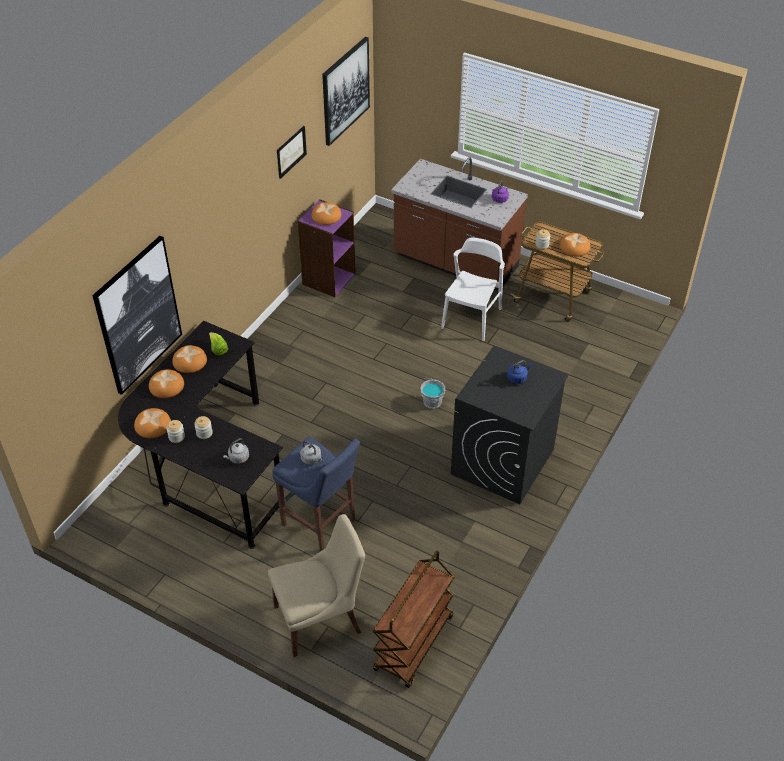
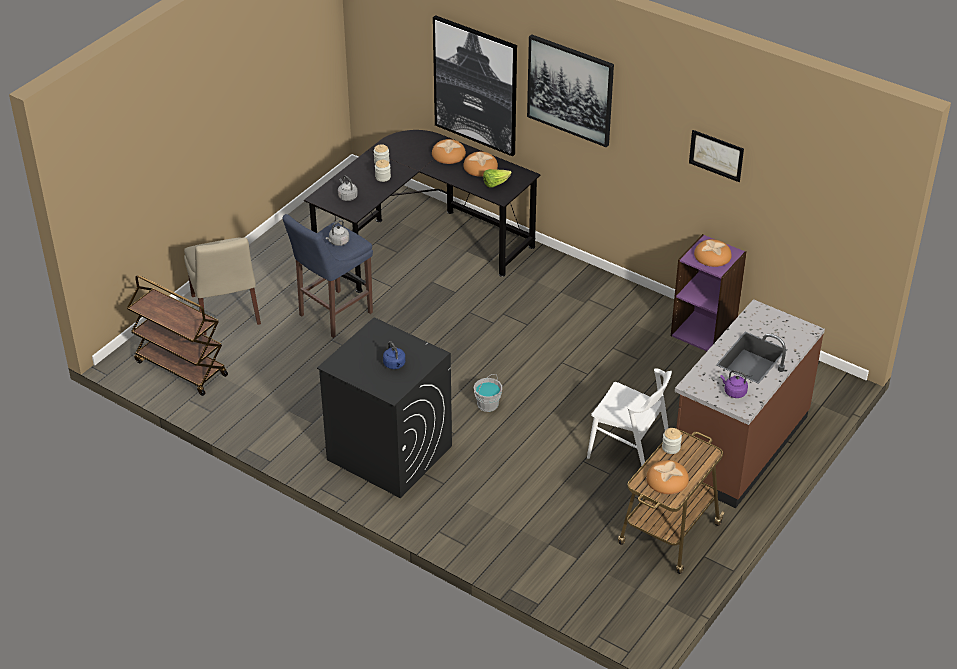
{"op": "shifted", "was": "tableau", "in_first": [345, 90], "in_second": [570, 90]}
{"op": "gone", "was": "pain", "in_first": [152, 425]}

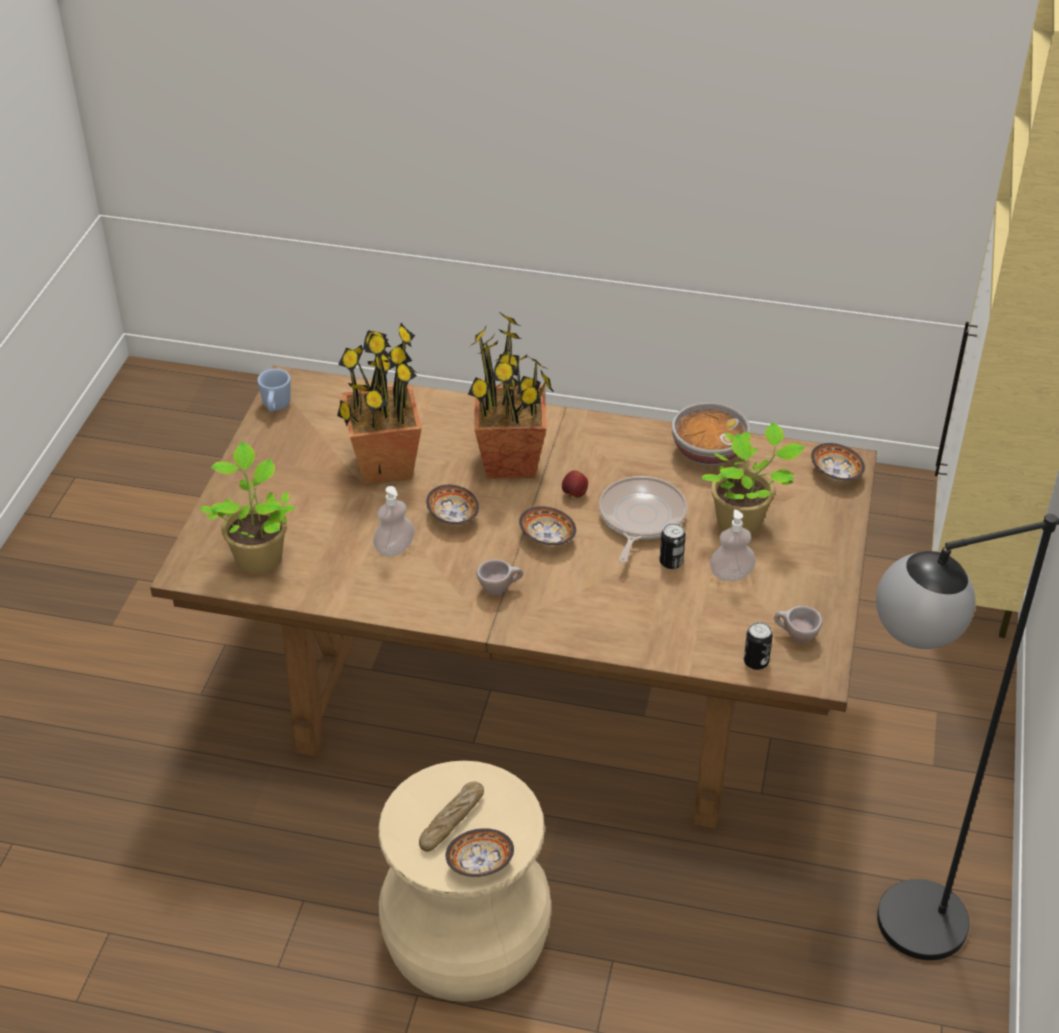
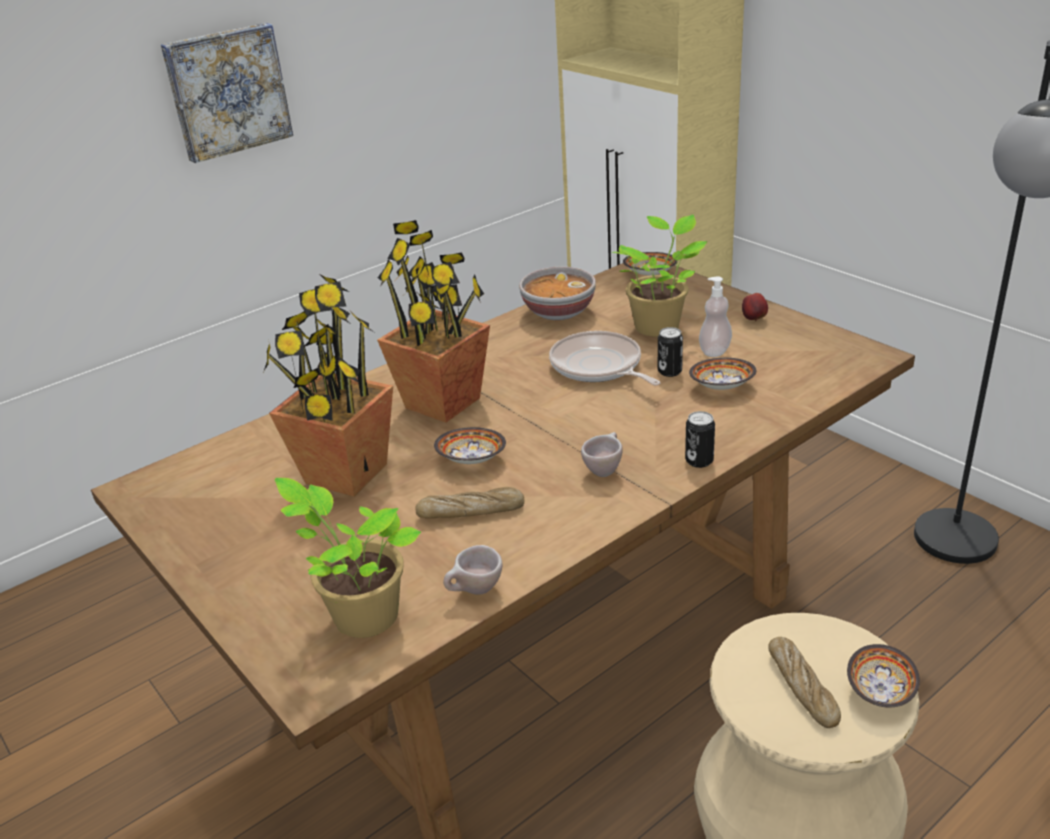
{"op": "new", "now": "tableau", "in_second": [227, 91]}
{"op": "swapped", "was": "distributeur de savon", "now": "pain", "in_first": [394, 548], "in_second": [471, 512]}
{"op": "shifted", "was": "tasse/beige", "in_first": [795, 637], "in_second": [474, 592]}
{"op": "shifted", "was": "boîte métallique", "in_first": [756, 662], "in_second": [699, 461]}
{"op": "shifted", "was": "bol", "in_first": [547, 539], "in_second": [723, 387]}
{"op": "shifted", "was": "pomme", "in_first": [574, 494], "in_second": [754, 319]}
{"op": "gone", "was": "mug/bleu", "in_first": [276, 407]}

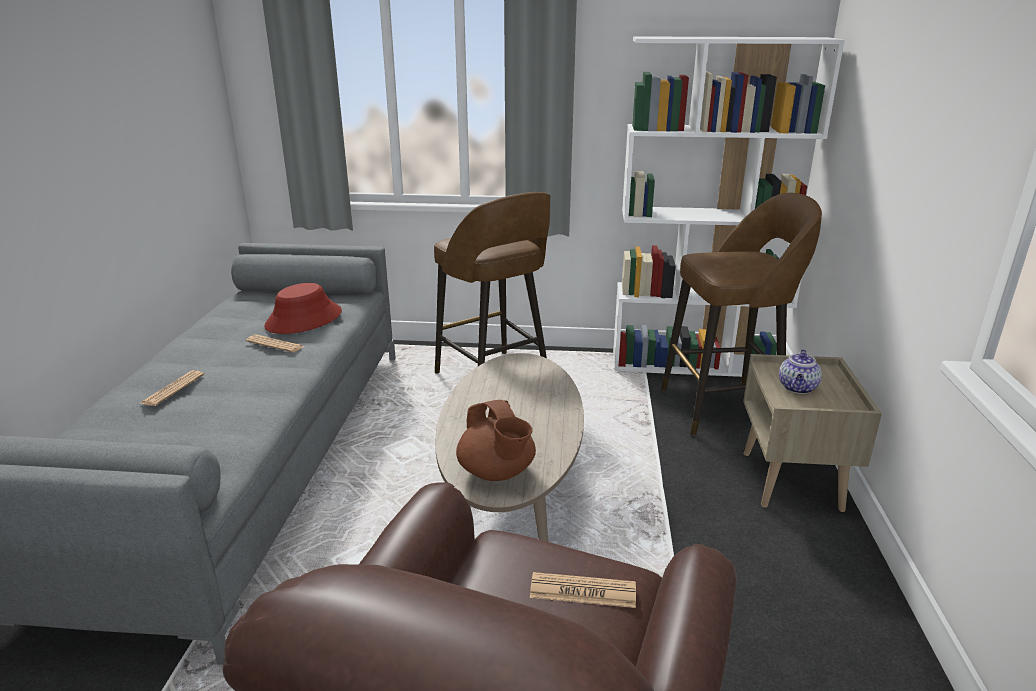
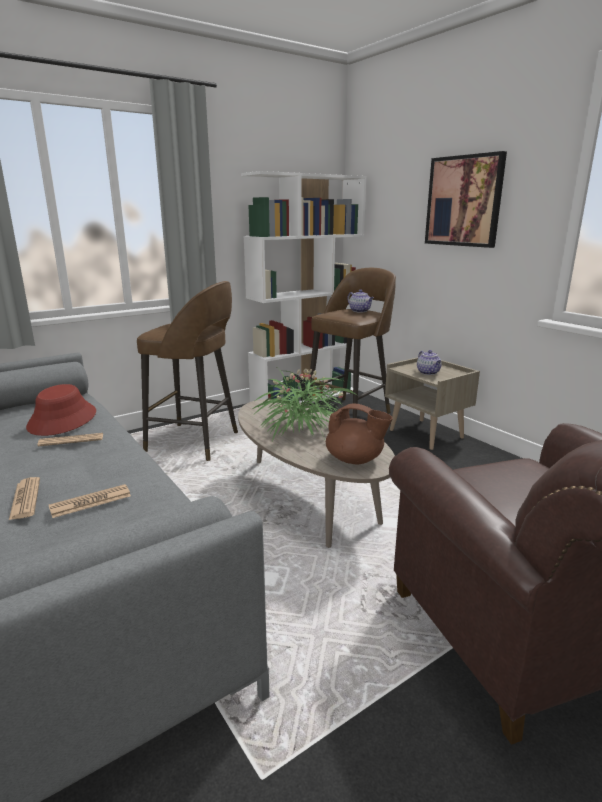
{"op": "shifted", "was": "journal", "in_first": [583, 591], "in_second": [90, 502]}
{"op": "new", "now": "plante en pot", "in_second": [302, 427]}
{"op": "new", "now": "théière", "in_second": [360, 311]}
{"op": "new", "now": "tableau", "in_second": [464, 201]}

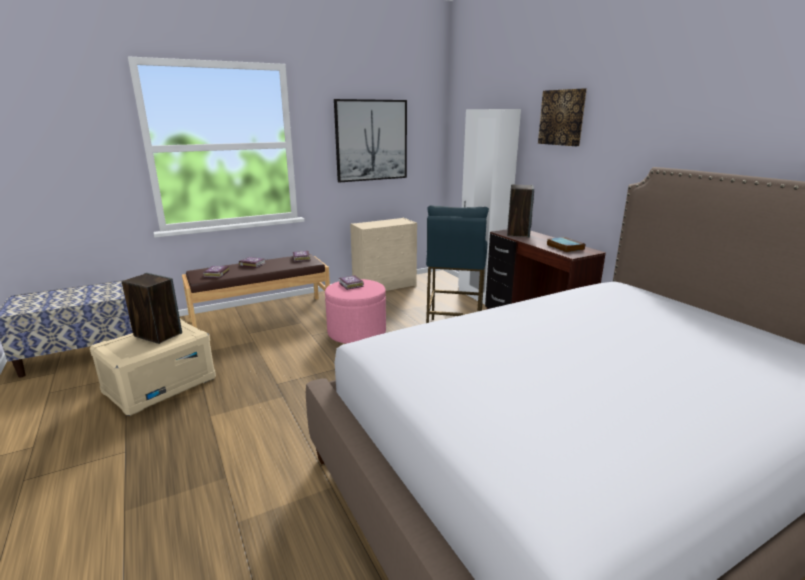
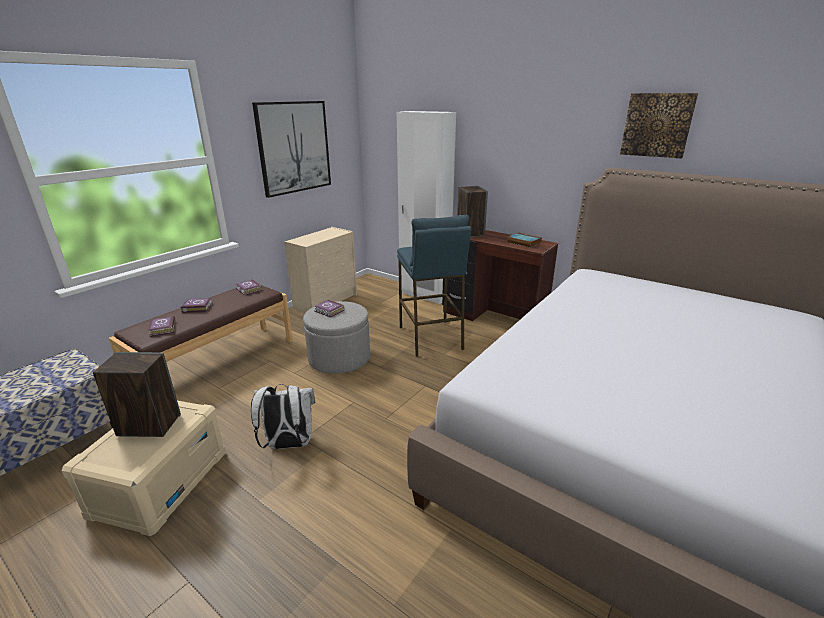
{"op": "new", "now": "sac à dos/blanc", "in_second": [288, 444]}
{"op": "repainted", "was": "pouf/rose", "now": "pouf/gris", "in_first": [357, 332], "in_second": [339, 358]}
{"op": "shifted", "was": "tableau", "in_first": [562, 117], "in_second": [657, 125]}

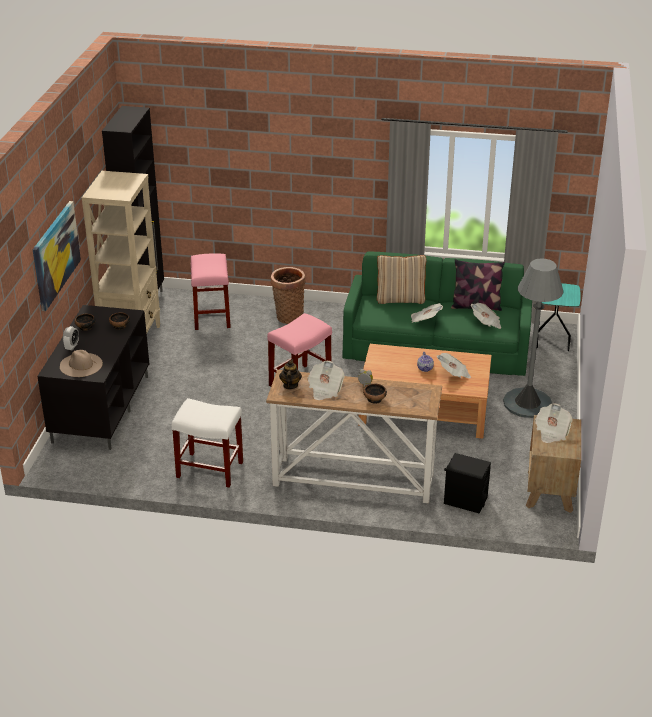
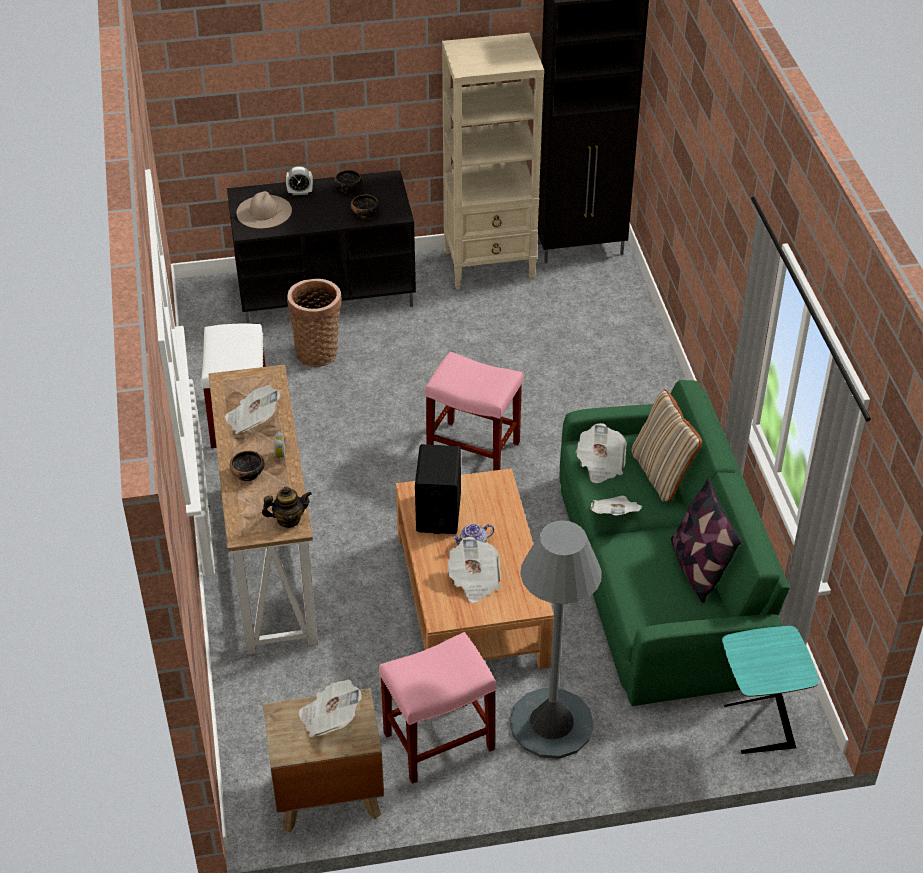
{"op": "shifted", "was": "théière", "in_first": [290, 385], "in_second": [288, 520]}
{"op": "shifted", "was": "panier", "in_first": [288, 316], "in_second": [318, 351]}
{"op": "shifted", "was": "tabouret/rose", "in_first": [212, 317], "in_second": [437, 742]}
{"op": "shifted", "was": "enceinte/noir", "in_first": [465, 501], "in_second": [438, 512]}
{"op": "shifted", "was": "journal", "in_first": [486, 323], "in_second": [600, 464]}
{"op": "gone", "was": "tableau", "in_first": [55, 254]}

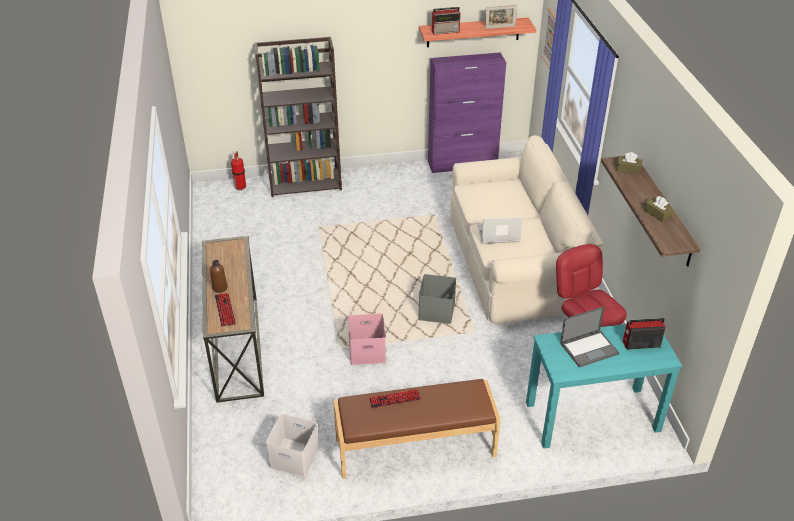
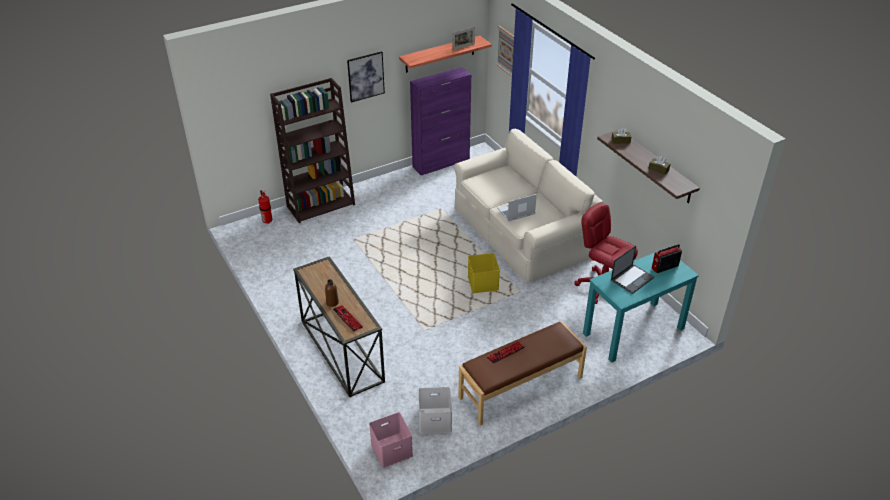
{"op": "new", "now": "tableau", "in_second": [365, 76]}
{"op": "shifted", "was": "boîte de rangement/rose", "in_first": [366, 352], "in_second": [391, 451]}
{"op": "repainted", "was": "boîte de rangement/gris", "now": "boîte de rangement/jaune", "in_first": [436, 310], "in_second": [482, 283]}
{"op": "gone", "was": "radio", "in_first": [446, 31]}

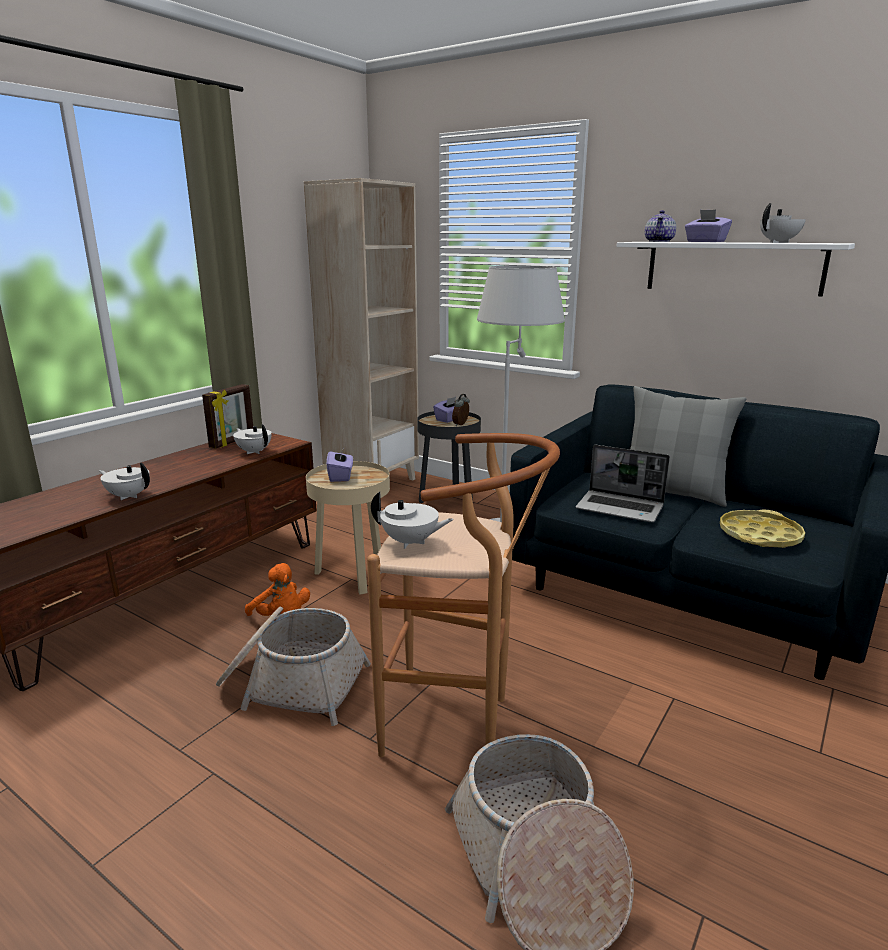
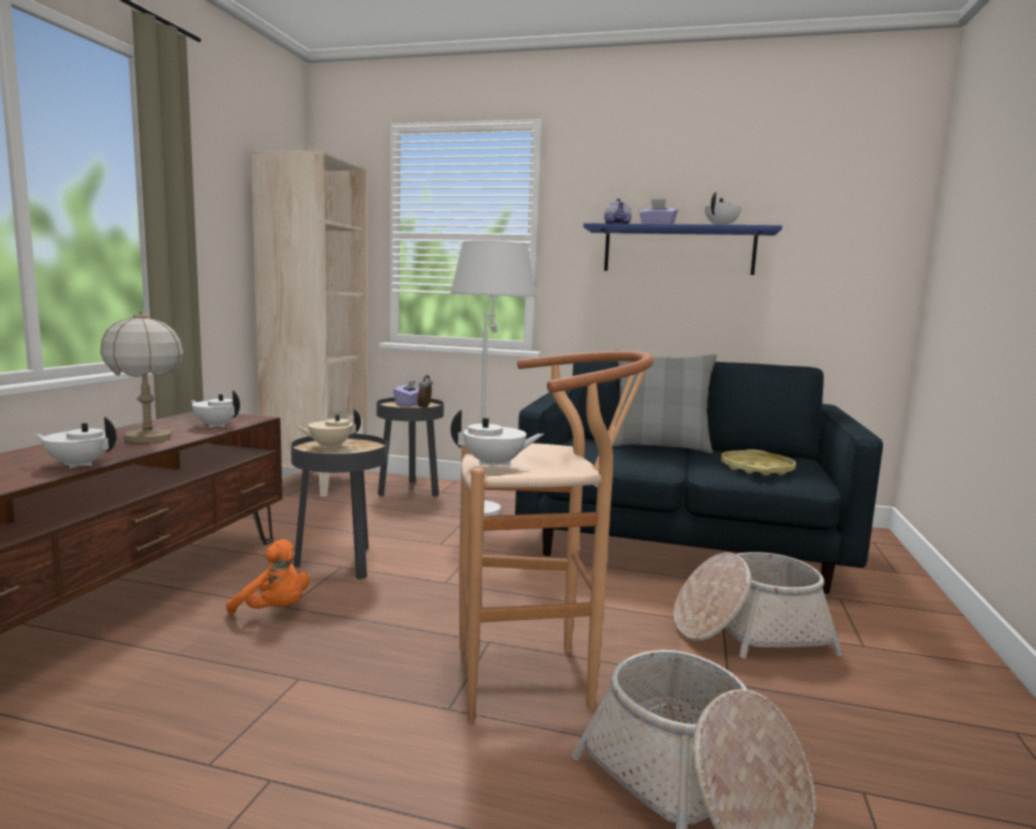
{"op": "new", "now": "lampe de table", "in_second": [149, 438]}
{"op": "repainted", "was": "table d'appoint/beige", "now": "table d'appoint/noir", "in_first": [353, 575], "in_second": [341, 563]}
{"op": "swapped", "was": "boîte à mouchoirs/violet", "now": "théière/beige", "in_first": [341, 476], "in_second": [330, 446]}
{"op": "repainted", "was": "étagère/blanc", "now": "étagère/bleu", "in_first": [733, 267], "in_second": [678, 251]}
{"op": "shifted", "was": "panier", "in_first": [292, 683], "in_second": [748, 631]}
{"op": "gone", "was": "cadre photo", "in_first": [233, 442]}
{"op": "gone", "was": "ordinateur portable", "in_first": [621, 508]}

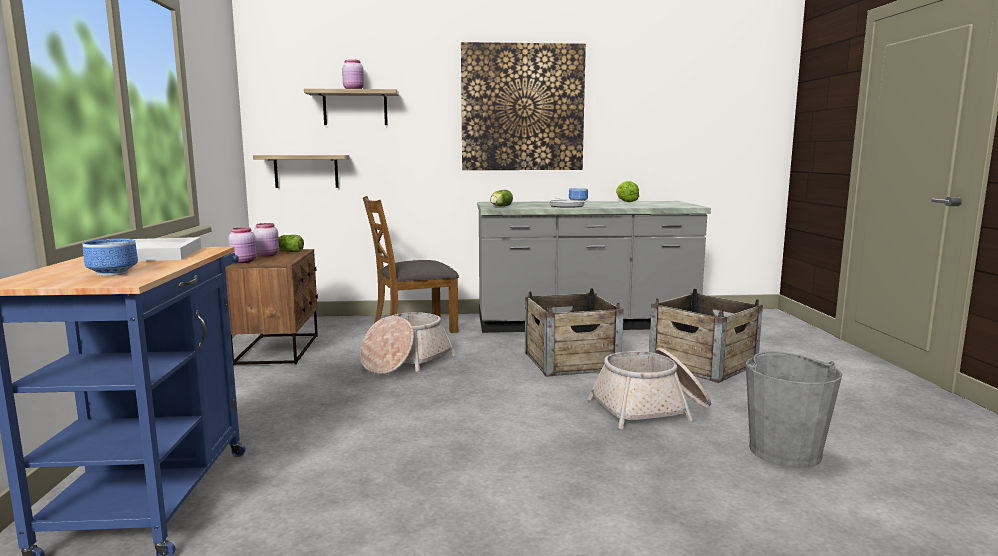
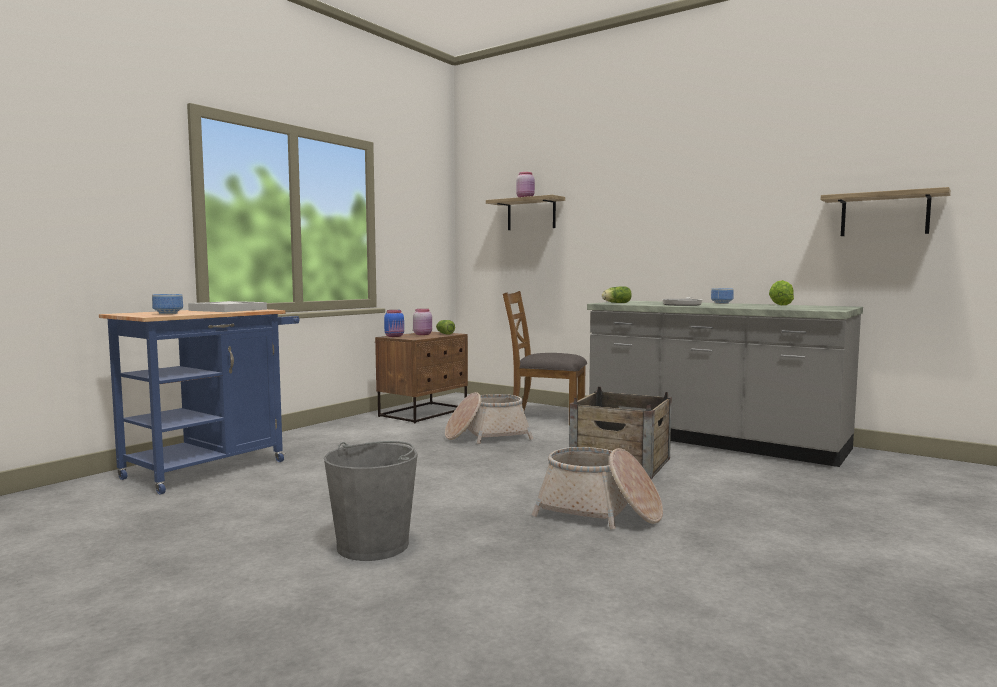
{"op": "shifted", "was": "seau/gris", "in_first": [784, 451], "in_second": [373, 545]}
{"op": "repainted", "was": "bocal/rose", "now": "bocal/bleu", "in_first": [244, 261], "in_second": [395, 336]}
{"op": "shifted", "was": "étagère", "in_first": [306, 171], "in_second": [884, 214]}
{"op": "gone", "was": "tableau", "in_first": [522, 108]}
{"op": "gone", "was": "caisse", "in_first": [703, 363]}

